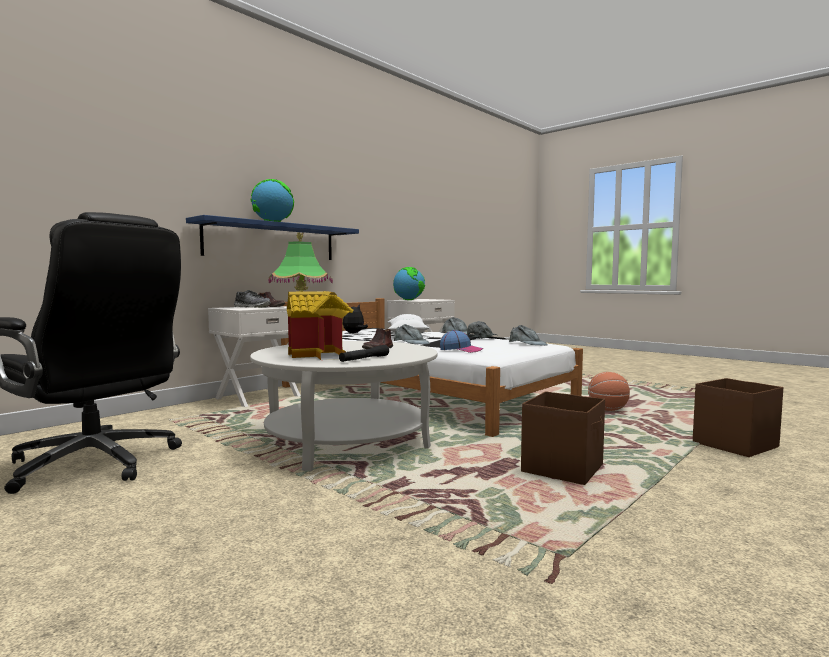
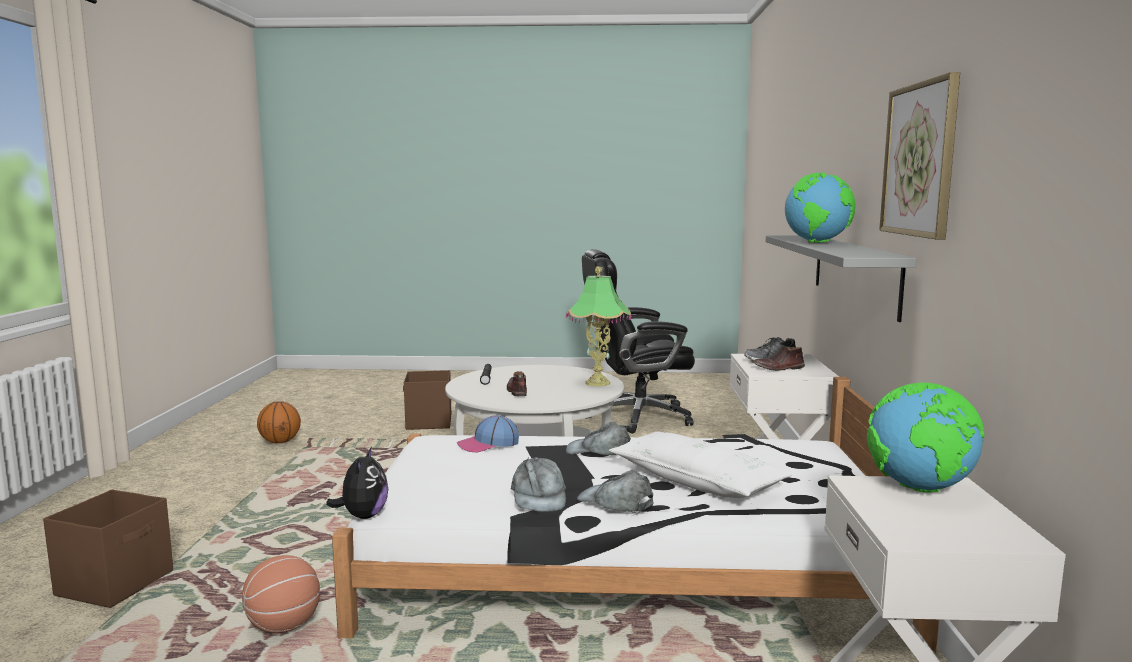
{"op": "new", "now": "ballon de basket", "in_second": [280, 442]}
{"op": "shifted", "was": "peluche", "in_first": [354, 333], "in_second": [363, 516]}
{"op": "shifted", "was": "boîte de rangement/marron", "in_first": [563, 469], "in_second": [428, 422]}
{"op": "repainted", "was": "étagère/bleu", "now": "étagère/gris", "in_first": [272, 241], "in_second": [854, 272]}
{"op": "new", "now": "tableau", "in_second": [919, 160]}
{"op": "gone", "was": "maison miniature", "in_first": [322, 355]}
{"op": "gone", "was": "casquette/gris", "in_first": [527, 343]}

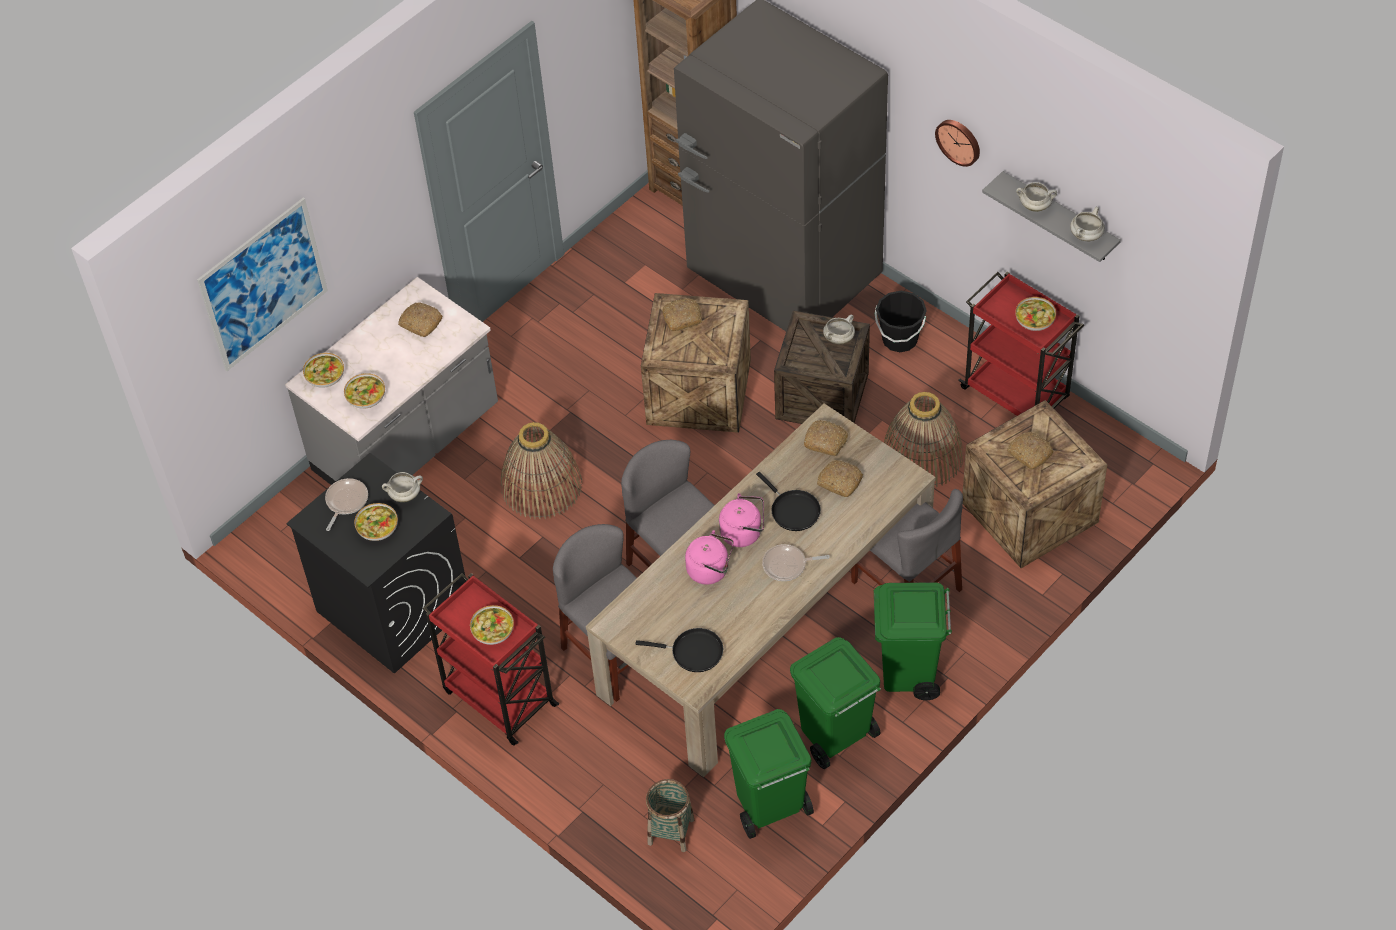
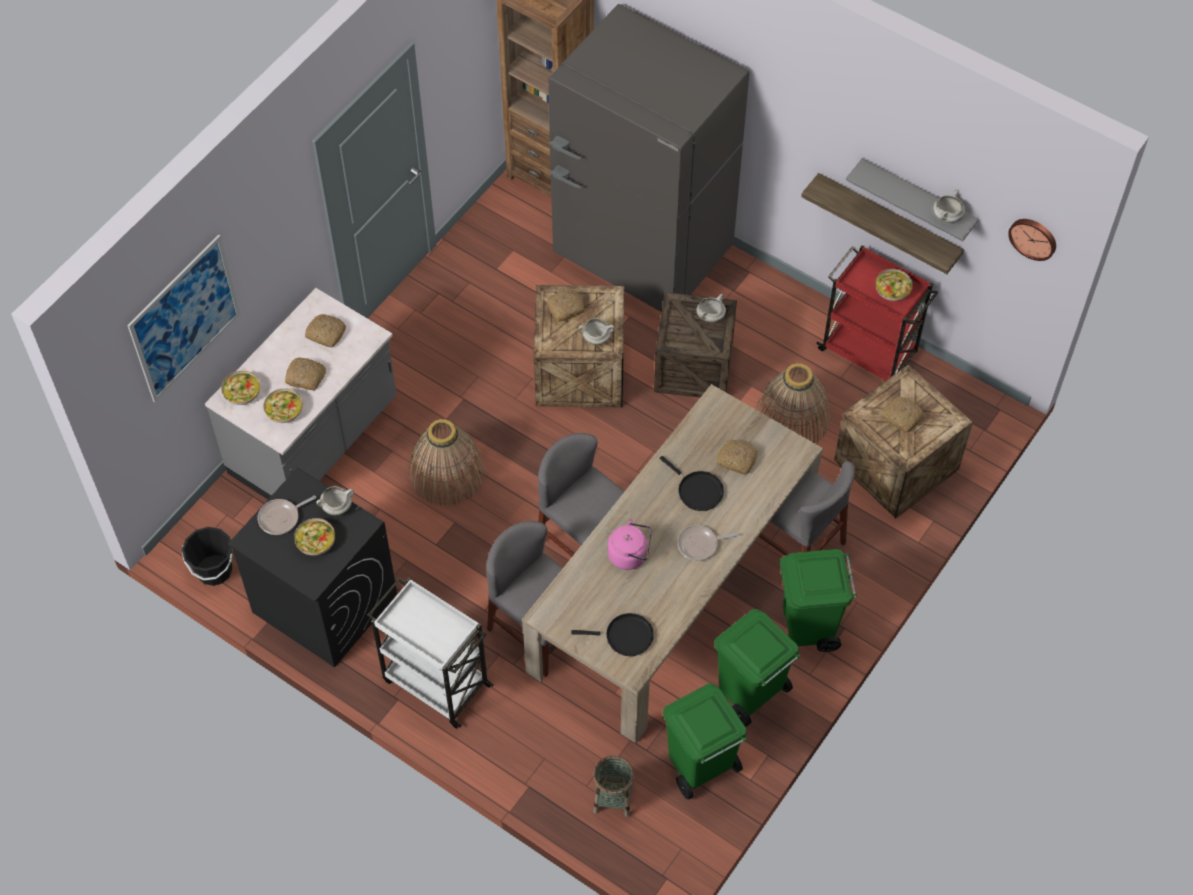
{"op": "shifted", "was": "seau/noir", "in_first": [899, 339], "in_second": [214, 570]}
{"op": "rotated", "was": "poêle", "in_first": [345, 502], "in_second": [281, 518], "clockwise": -135}
{"op": "shifted", "was": "pain", "in_first": [826, 441], "in_second": [306, 377]}
{"op": "repainted", "was": "chariot/rouge", "now": "chariot/blanc", "in_first": [498, 696], "in_second": [435, 681]}
{"op": "shifted", "was": "marmite/blanc", "in_first": [1035, 206], "in_second": [596, 338]}
{"op": "new", "now": "étagère", "in_second": [888, 221]}
{"op": "shifted", "was": "horloge murale", "in_first": [959, 141], "in_second": [1033, 237]}
{"op": "gone", "was": "bol", "in_first": [493, 631]}
{"op": "gone", "was": "bouilloire/rose", "in_first": [743, 532]}

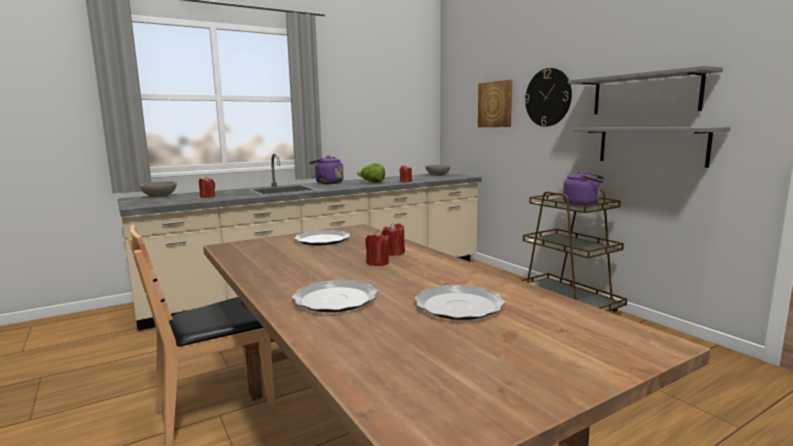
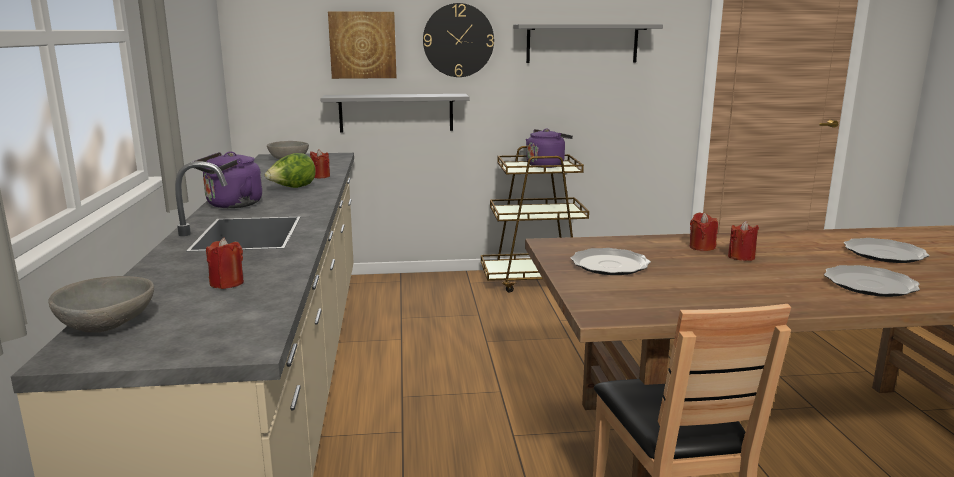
{"op": "shifted", "was": "étagère/gris", "in_first": [651, 145], "in_second": [396, 113]}

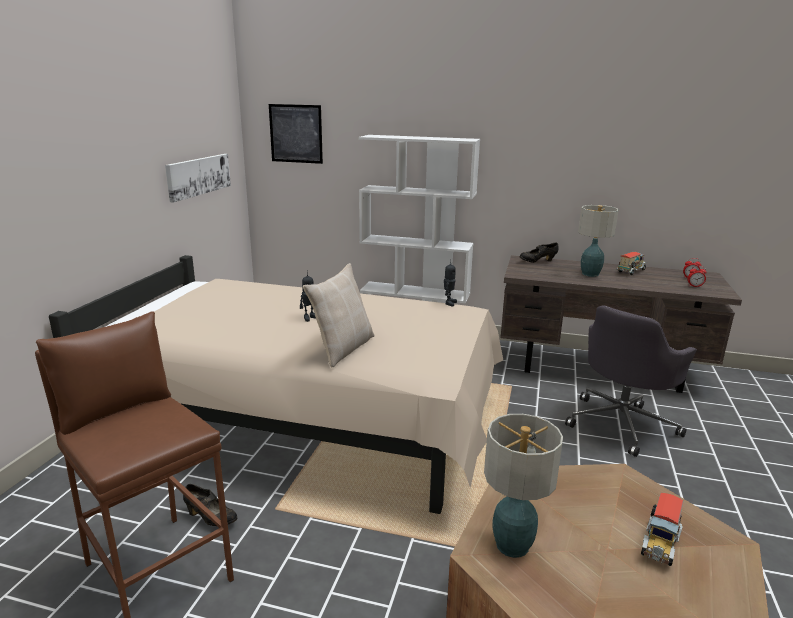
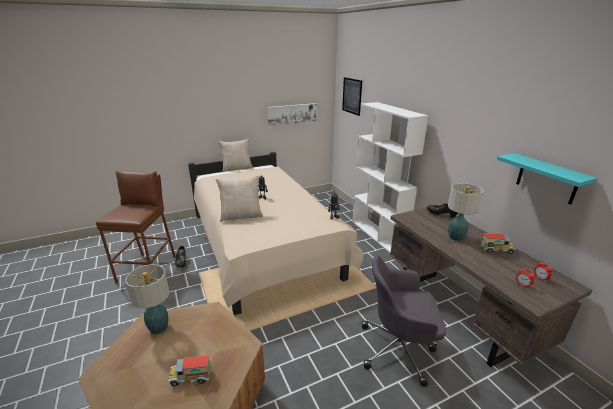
{"op": "new", "now": "coussin/beige", "in_second": [237, 168]}
{"op": "new", "now": "étagère/turquoise", "in_second": [547, 179]}

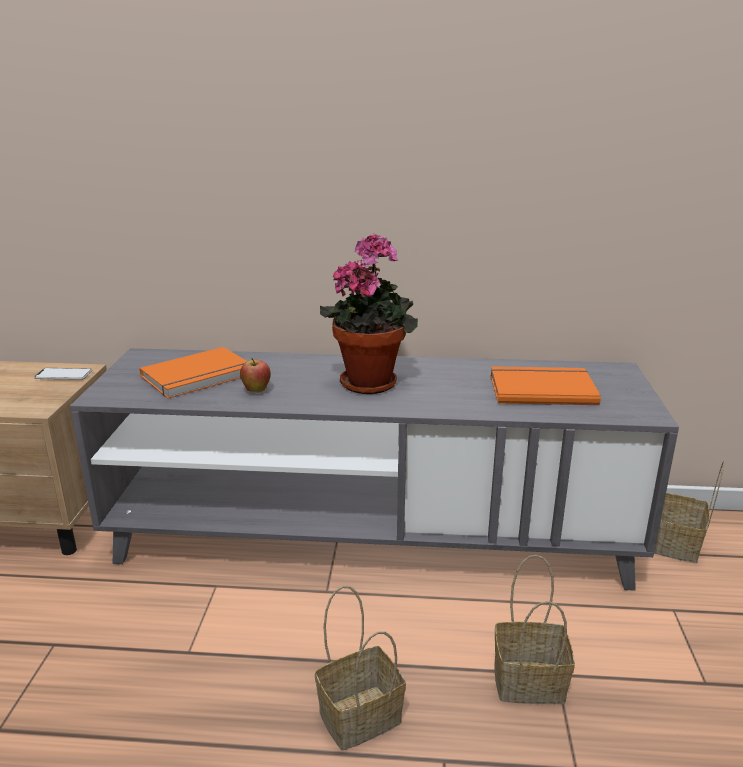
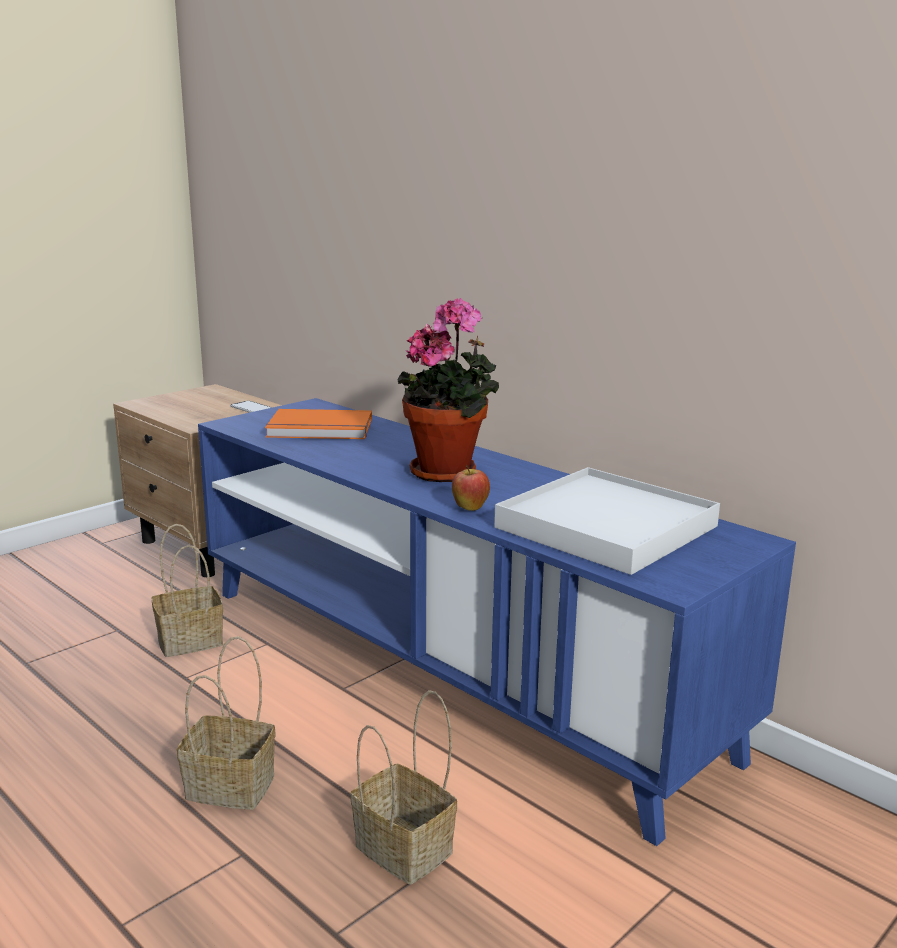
{"op": "shifted", "was": "panier", "in_first": [676, 542], "in_second": [192, 640]}
{"op": "repainted", "was": "meuble télé/gris", "now": "meuble télé/bleu", "in_first": [371, 537], "in_second": [446, 666]}
{"op": "shifted", "was": "pomme", "in_first": [256, 391], "in_second": [470, 509]}
{"op": "swapped", "was": "livre/orange", "now": "plateau/blanc", "in_first": [541, 388], "in_second": [606, 526]}

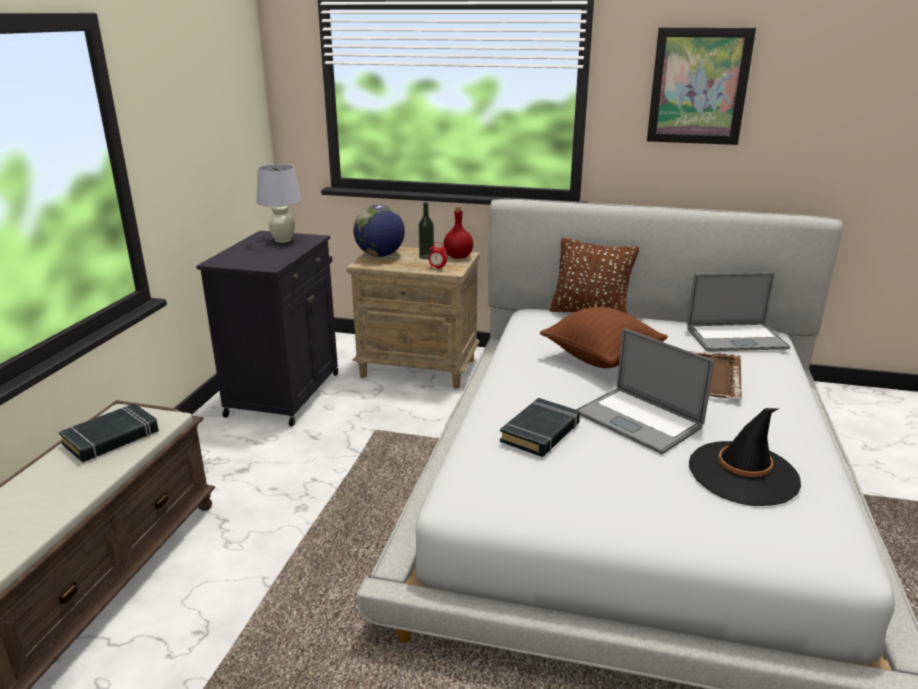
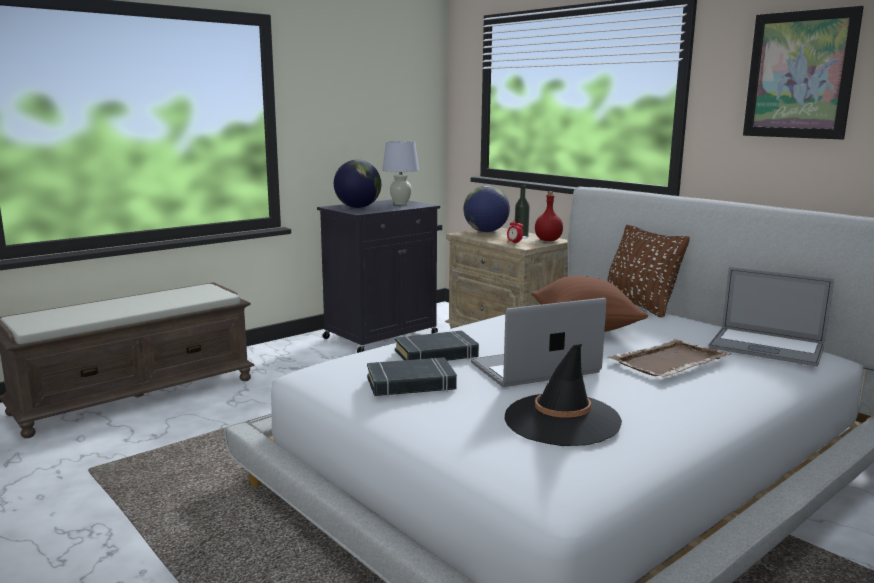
{"op": "new", "now": "globe", "in_second": [358, 207]}
{"op": "shifted", "was": "livre/noir", "in_first": [111, 438], "in_second": [411, 384]}
{"op": "rotated", "was": "ordinateur portable", "in_first": [638, 420], "in_second": [535, 368], "clockwise": 75}

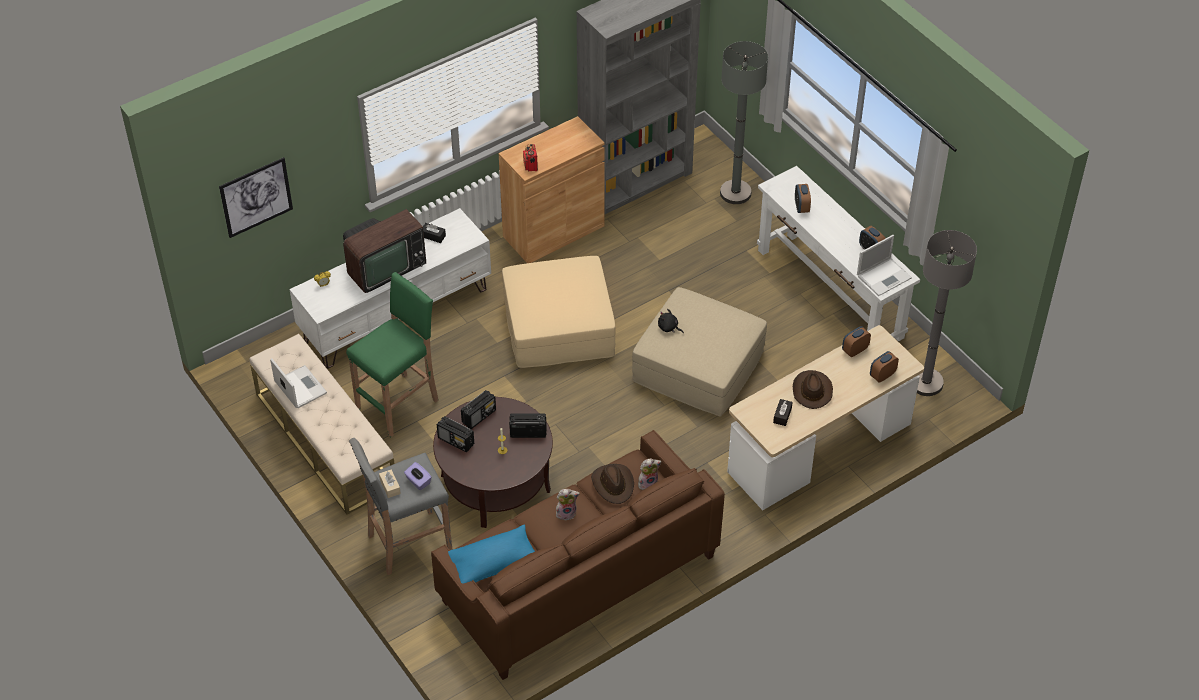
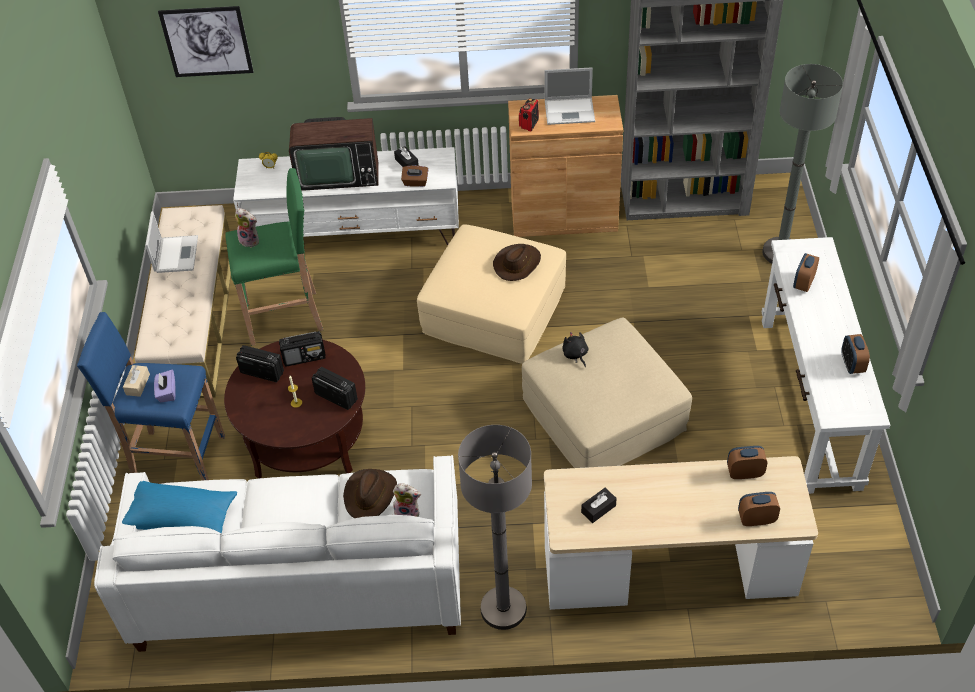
{"op": "repainted", "was": "tabouret/gris", "now": "tabouret/bleu", "in_first": [408, 543], "in_second": [176, 457]}
{"op": "repainted", "was": "canapé/marron", "now": "canapé/blanc", "in_first": [578, 579], "in_second": [299, 582]}
{"op": "shifted", "was": "peluche", "in_first": [566, 513], "in_second": [250, 240]}
{"op": "rotated", "was": "radio", "in_first": [456, 441], "in_second": [261, 372], "clockwise": 135}
{"op": "new", "now": "boîte à mouchoirs/marron", "in_second": [415, 182]}
{"op": "shifted", "was": "lampadaire/gris", "in_first": [926, 383], "in_second": [503, 609]}
{"op": "shifted", "was": "chapeau/marron", "in_first": [811, 390], "in_second": [517, 263]}
{"op": "shifted", "was": "ordinateur portable", "in_first": [884, 276], "in_second": [570, 111]}

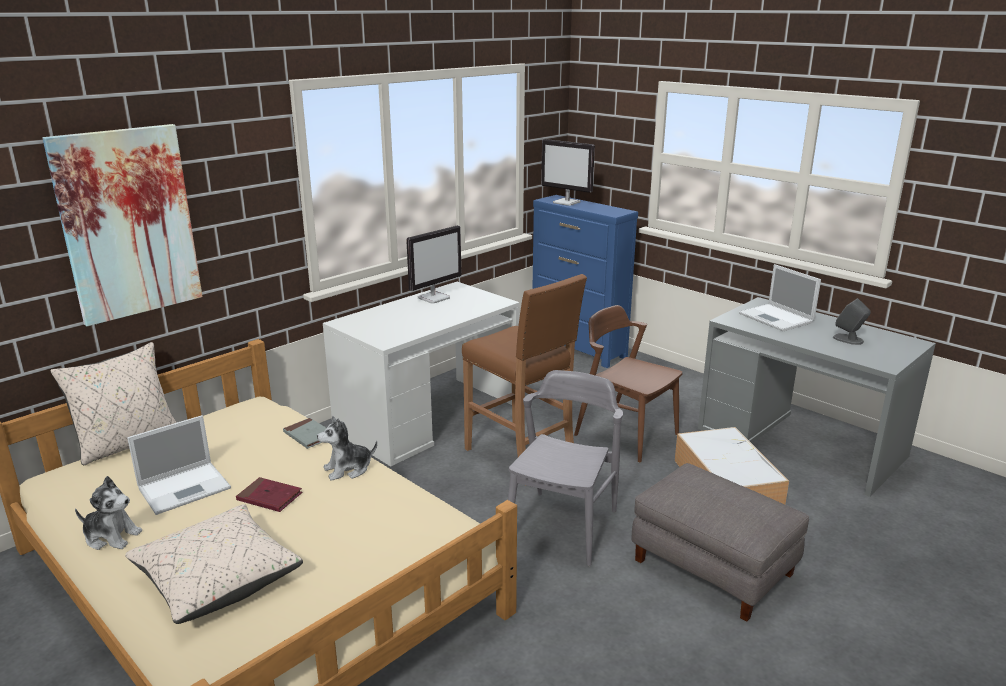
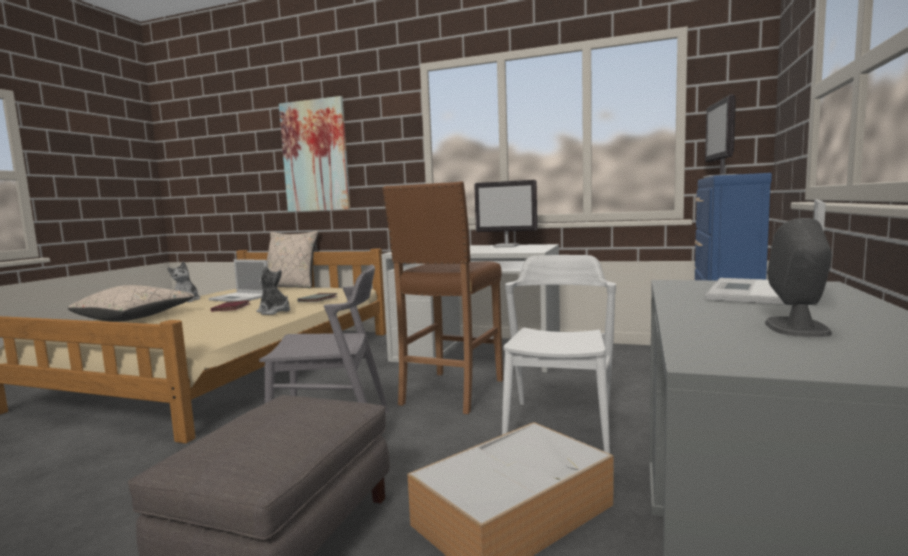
{"op": "repainted", "was": "chaise/marron", "now": "chaise/blanc", "in_first": [626, 434], "in_second": [559, 426]}

